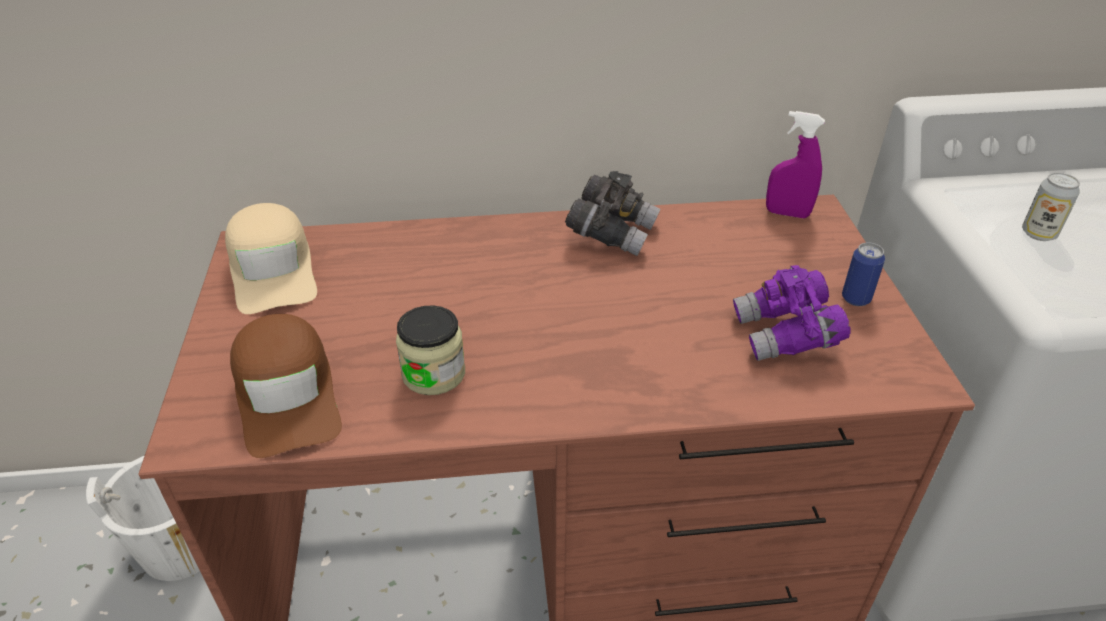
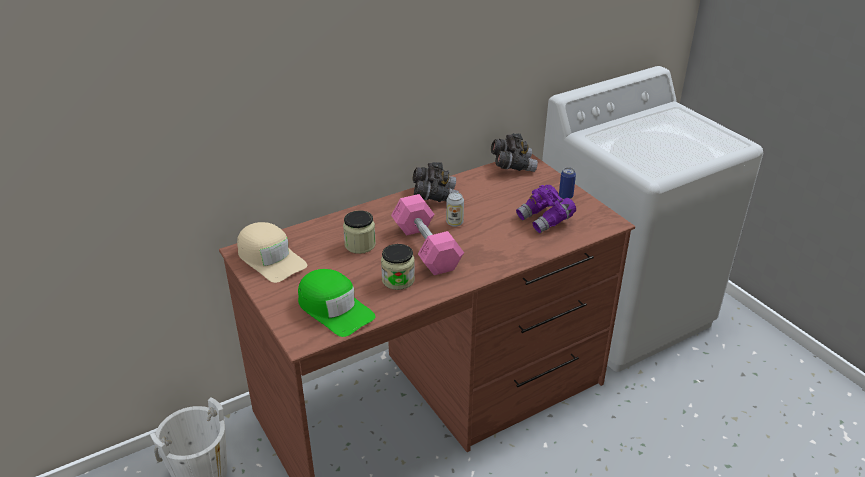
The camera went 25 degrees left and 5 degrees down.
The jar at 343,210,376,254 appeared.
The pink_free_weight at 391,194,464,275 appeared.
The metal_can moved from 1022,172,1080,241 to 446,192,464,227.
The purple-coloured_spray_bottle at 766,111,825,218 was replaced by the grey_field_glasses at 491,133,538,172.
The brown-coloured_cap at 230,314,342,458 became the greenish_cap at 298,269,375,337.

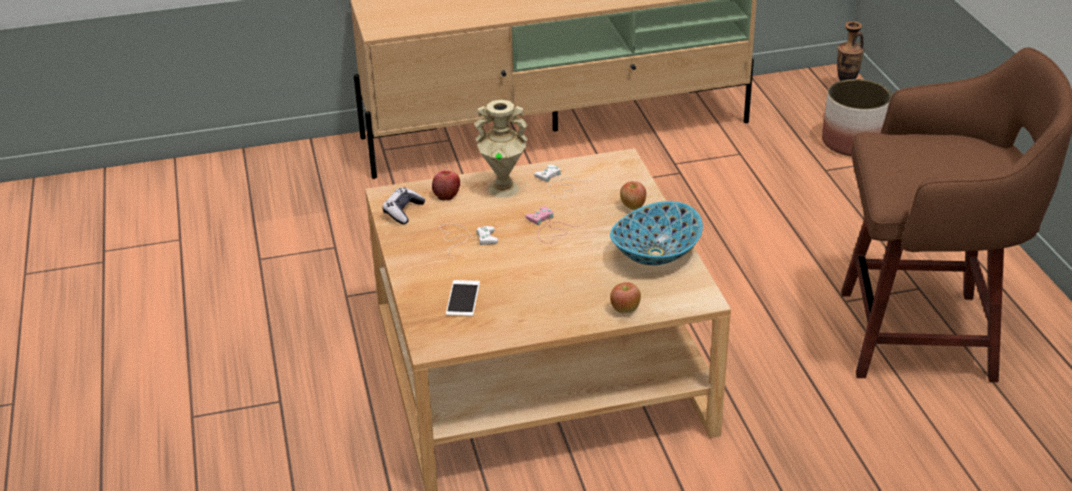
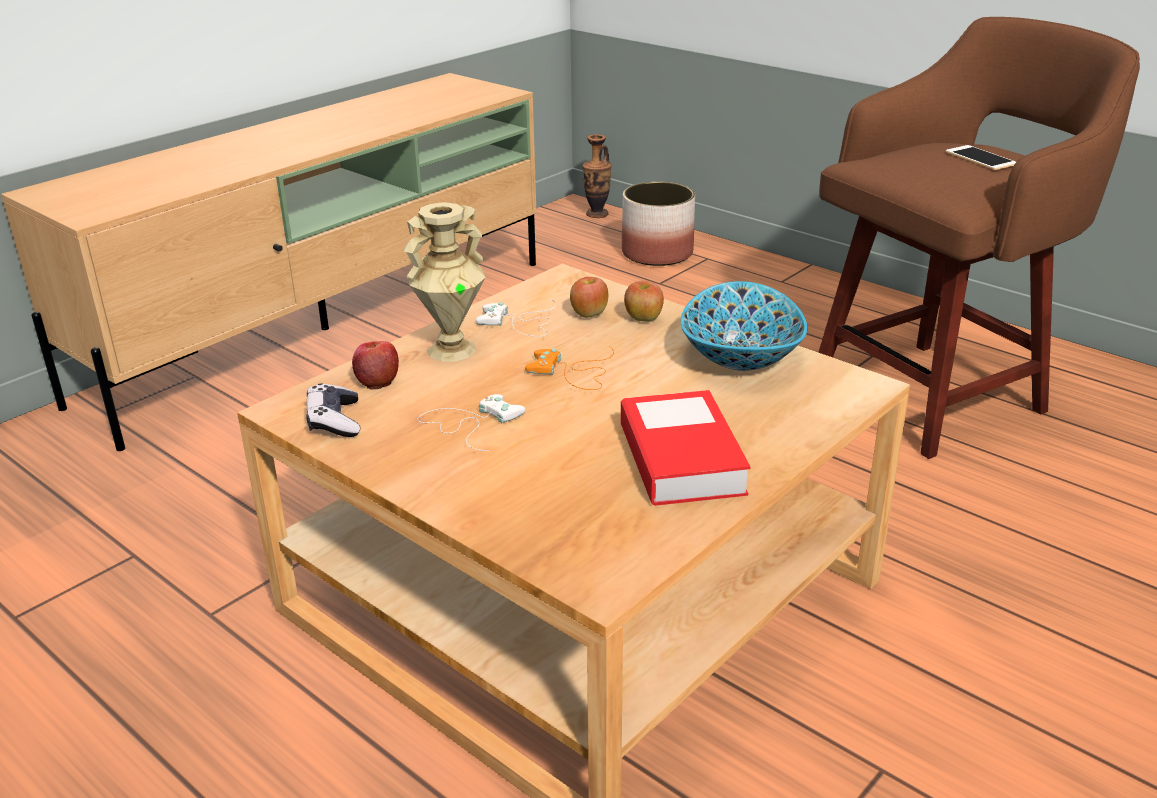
The camera went 35 degrees left and 5 degrees down.
The book at 621,390,751,506 appeared.
The phone moved from 446,280,480,317 to 946,145,1016,170.
The apple_fruit moved from 610,282,641,313 to 570,277,608,318.
The pink_game_controller at 525,206,587,244 became the orangey_game_controller at 525,346,614,390.

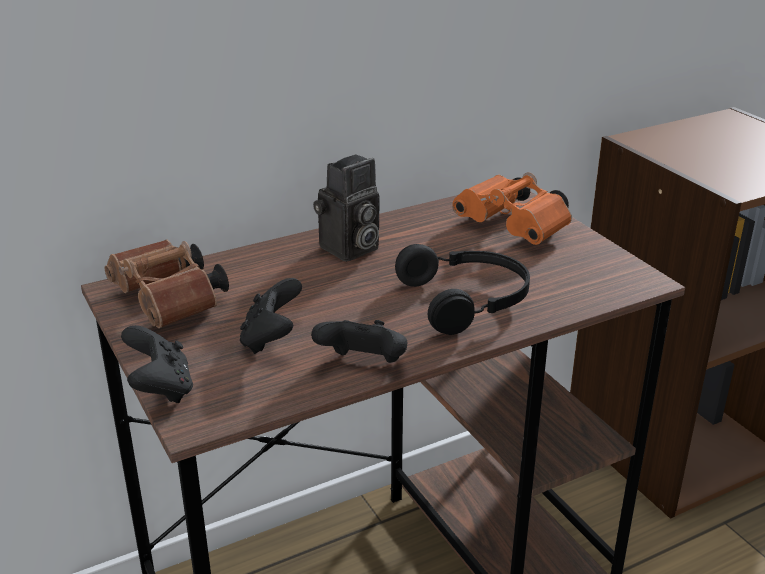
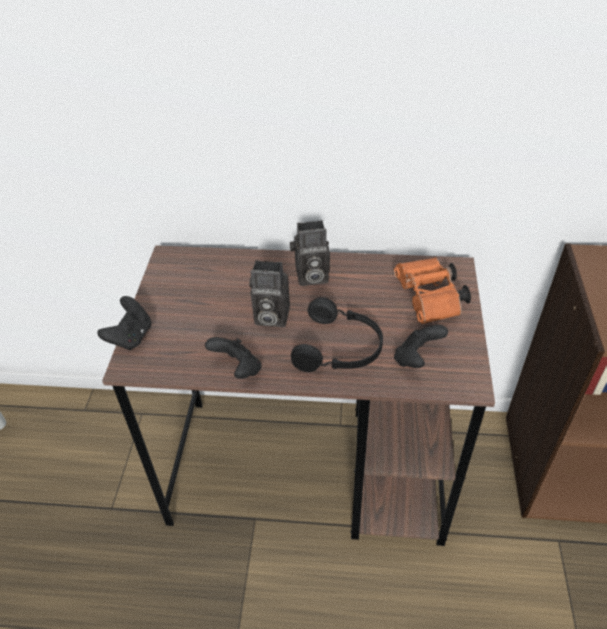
The camera went 35 degrees right and 15 degrees up.
The brown-coloured_field_glasses at 105,239,229,328 disappeared.
The photo_camera at 249,260,290,327 appeared.
The black_game_controller moved from 240,278,302,354 to 394,325,448,368.

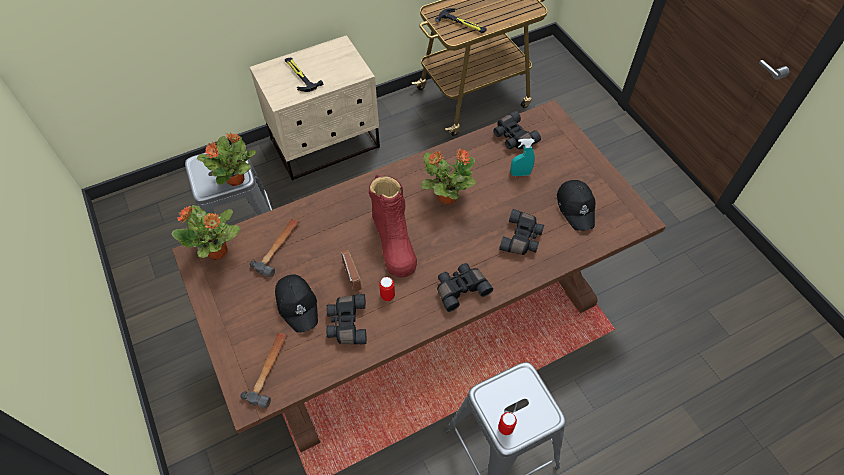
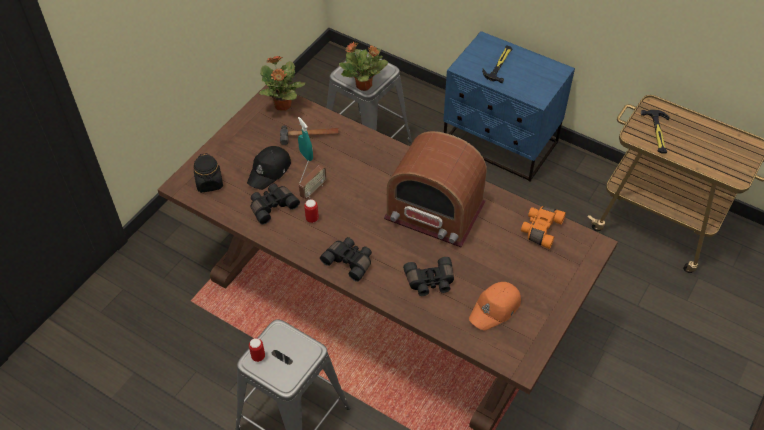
The camera went 60 degrees right and 5 degrees down.
The red_boot at 369,175,417,278 disappeared.
The blue-green_spray_bottle moved from 510,139,535,176 to 298,117,313,161.
The tool_hammer at 240,333,287,408 was replaced by the black_jar at 193,153,223,192.
The houseplant at 421,149,476,204 was replaced by the radio_receiver at 384,131,487,247.
The beige_bedside_table at 250,35,380,181 became the blue-coloured_bedside_table at 443,31,575,182.
The black_field_glasses at 493,111,541,149 became the orangey_field_glasses at 521,206,566,249.
The black_cap at 557,180,596,231 became the orangey_cap at 469,282,521,331.

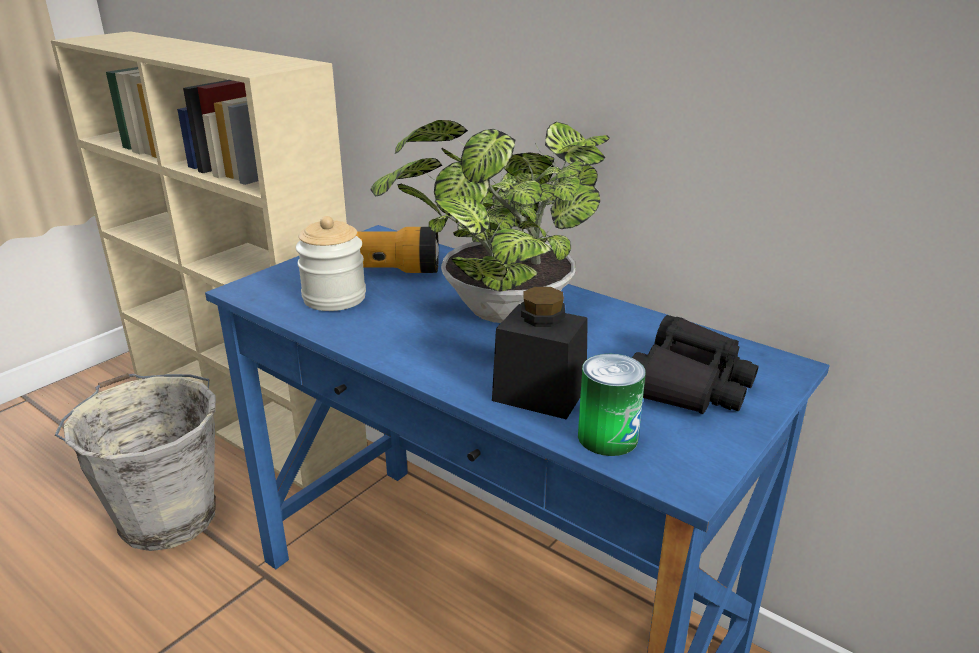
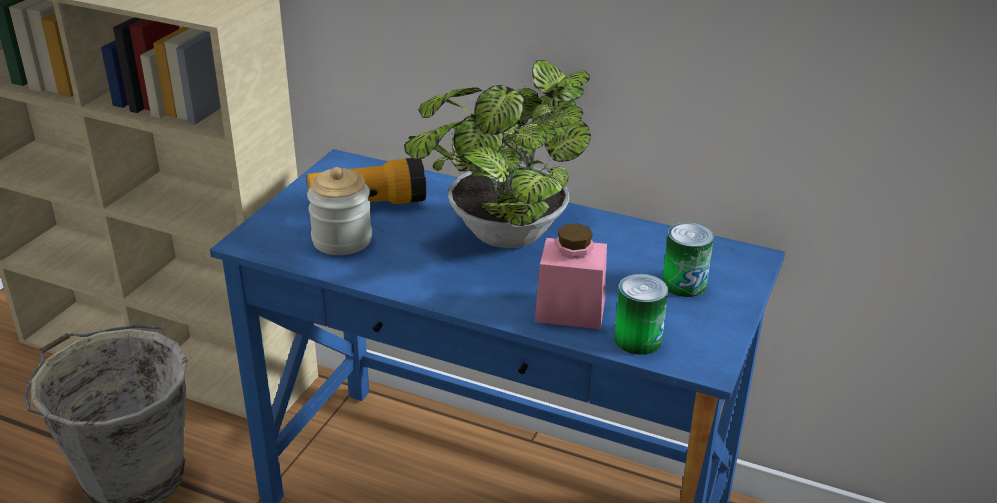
The camera went 15 degrees left and 5 degrees up.
The black_field_glasses at 632,315,759,414 was replaced by the metal_can at 663,222,714,297.
The black_jar at 492,287,588,420 became the pink_jar at 535,223,607,329.

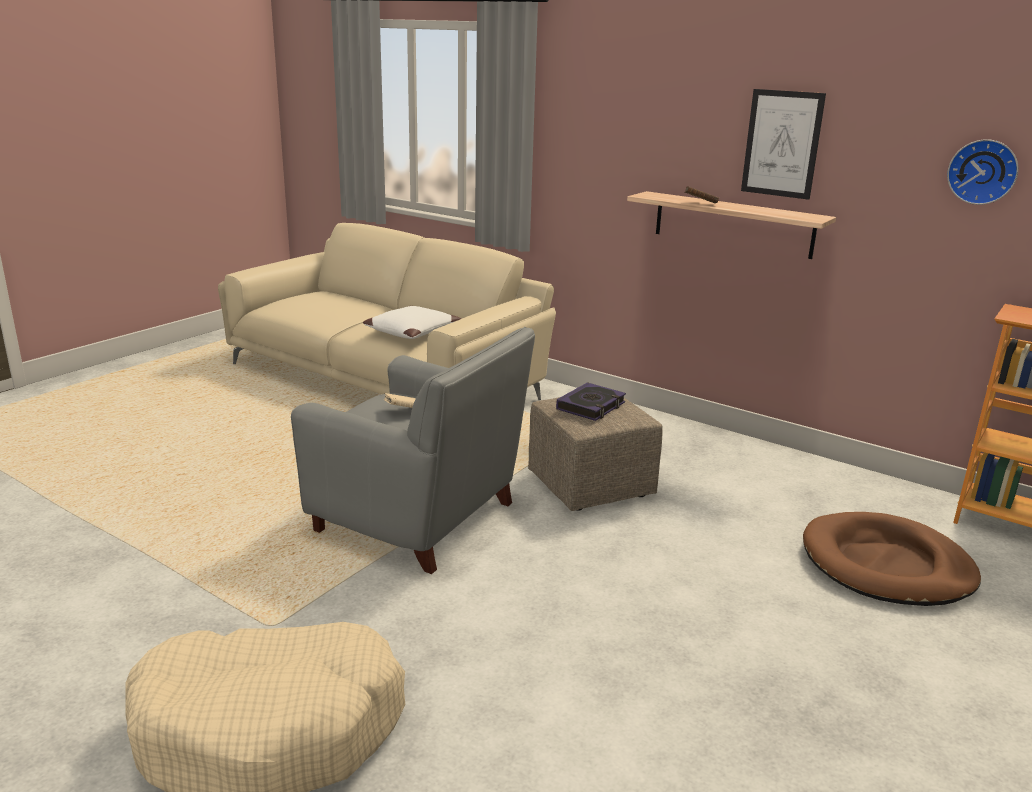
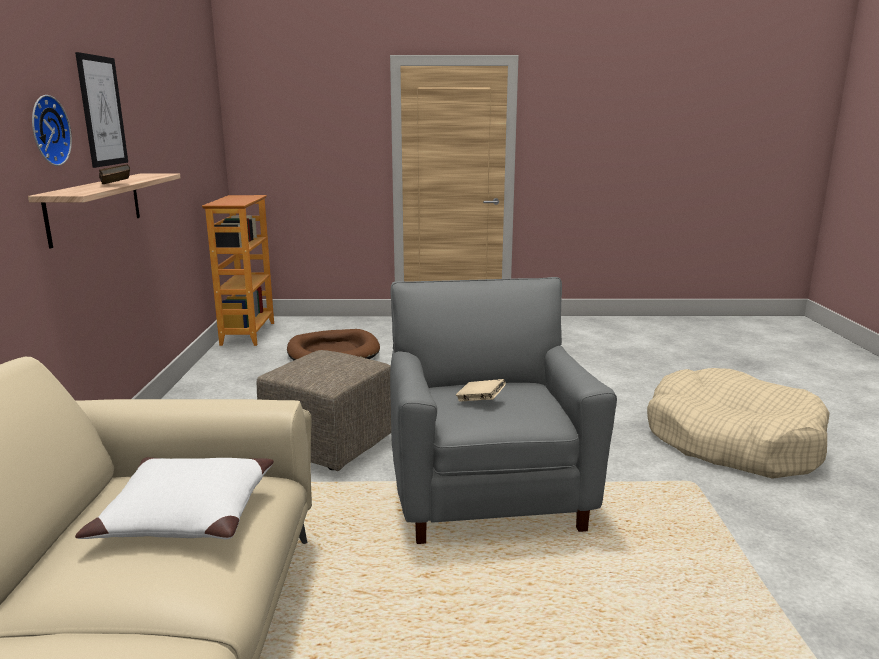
The camera went 125 degrees left and 5 degrees down.
The book at 556,382,626,421 disappeared.
The hanging_clock moved from 947,139,1018,205 to 32,95,72,166.

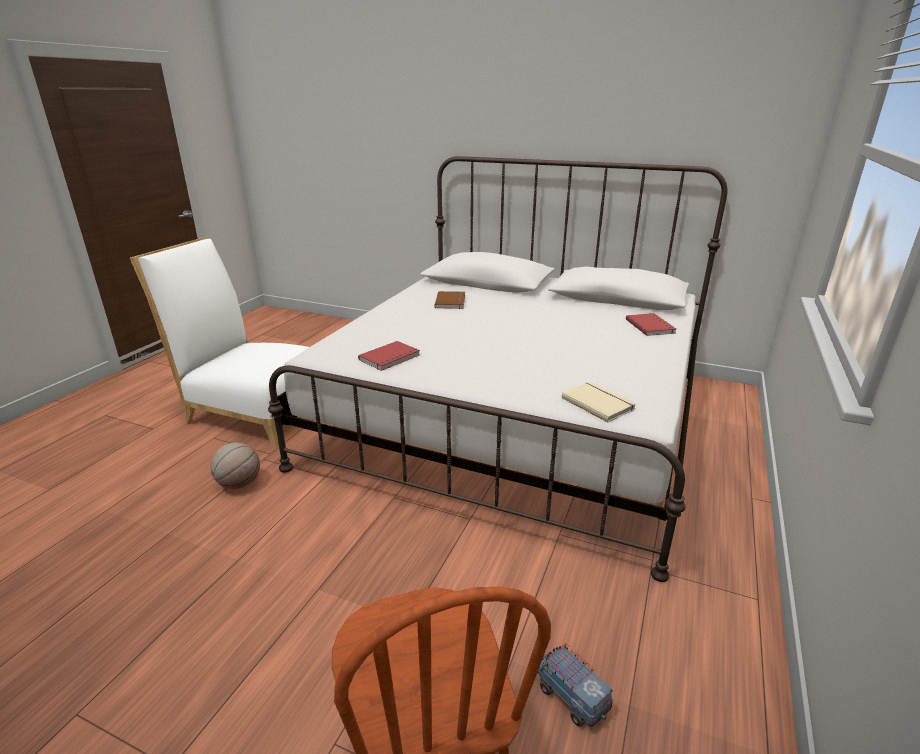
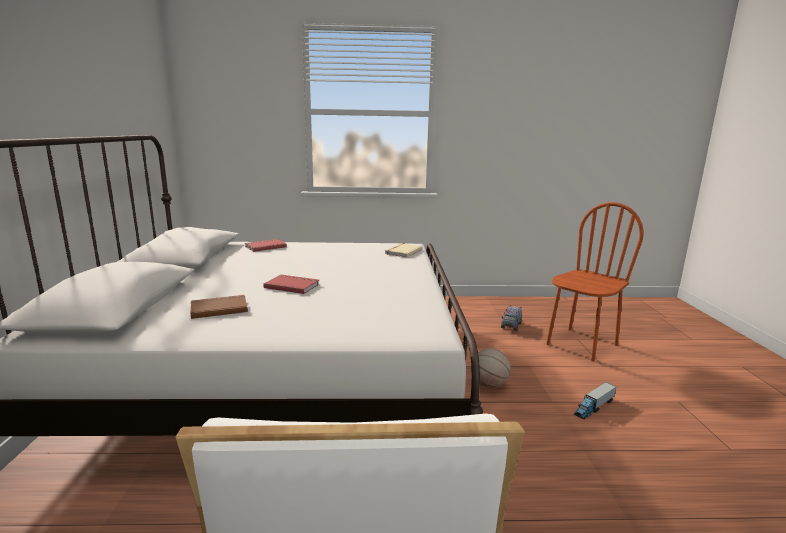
The camera went 115 degrees left and 10 degrees down.
The toy_truck at 574,382,617,419 appeared.
The basketball_ball moved from 211,442,260,489 to 471,348,511,388.
The red_book moved from 358,341,420,371 to 263,275,319,294.

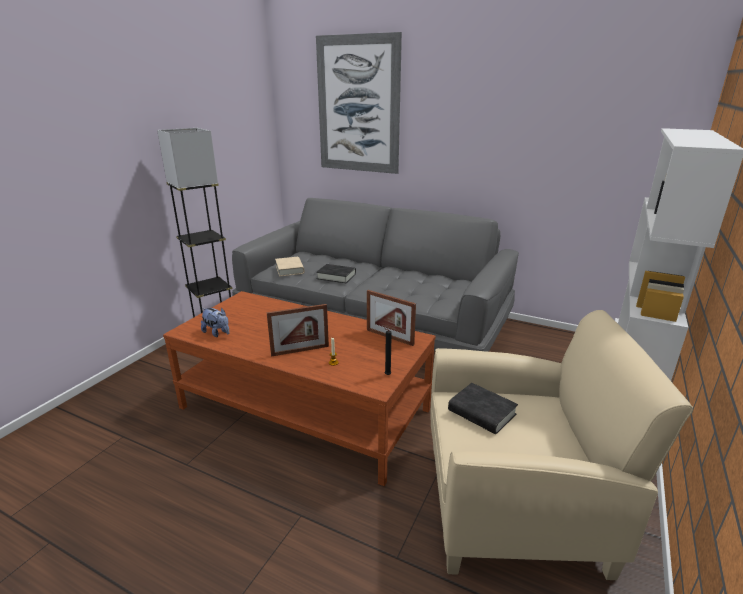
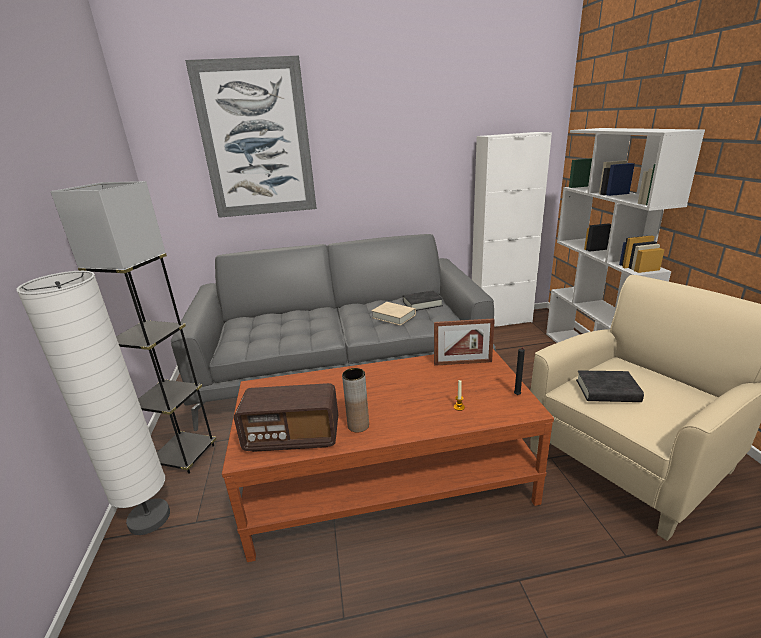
The camera went 35 degrees left and 0 degrees up.
The standing_frame at 267,304,329,357 disappeared.
The whitish_standing_lamp at 16,271,170,535 appeared.
The brown-coloured_flower_vase at 342,368,369,433 appeared.
The whitish_cupboard at 472,132,552,327 appeared.
The beige_book moved from 275,257,304,276 to 372,302,416,326.
The black_book moved from 316,264,356,283 to 403,290,443,311.
The cuddly_toy at 201,308,229,337 was replaced by the radio_receiver at 234,383,338,452.

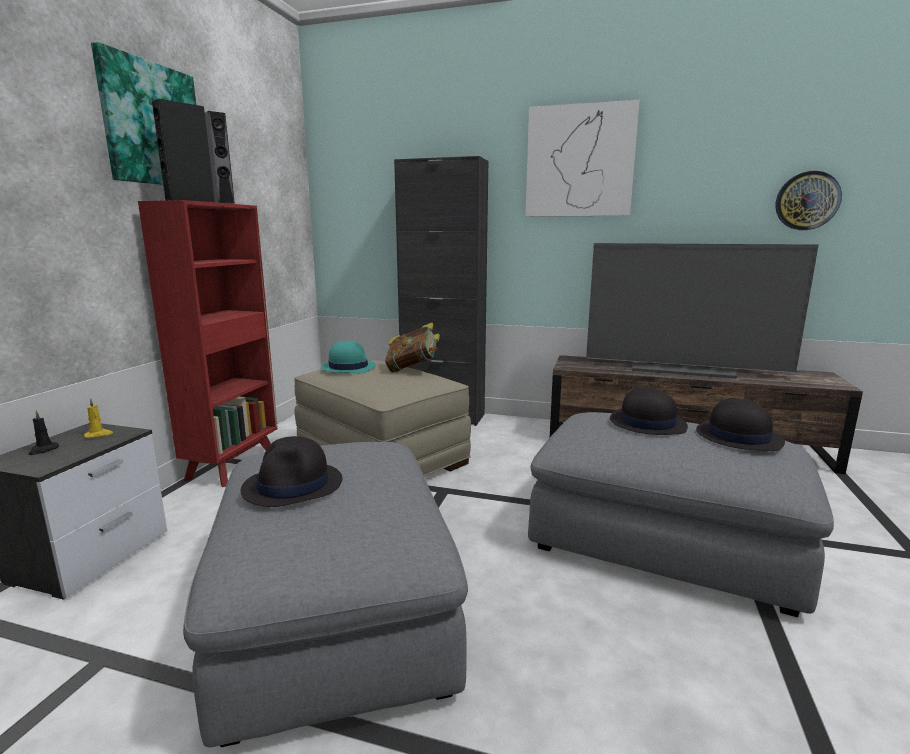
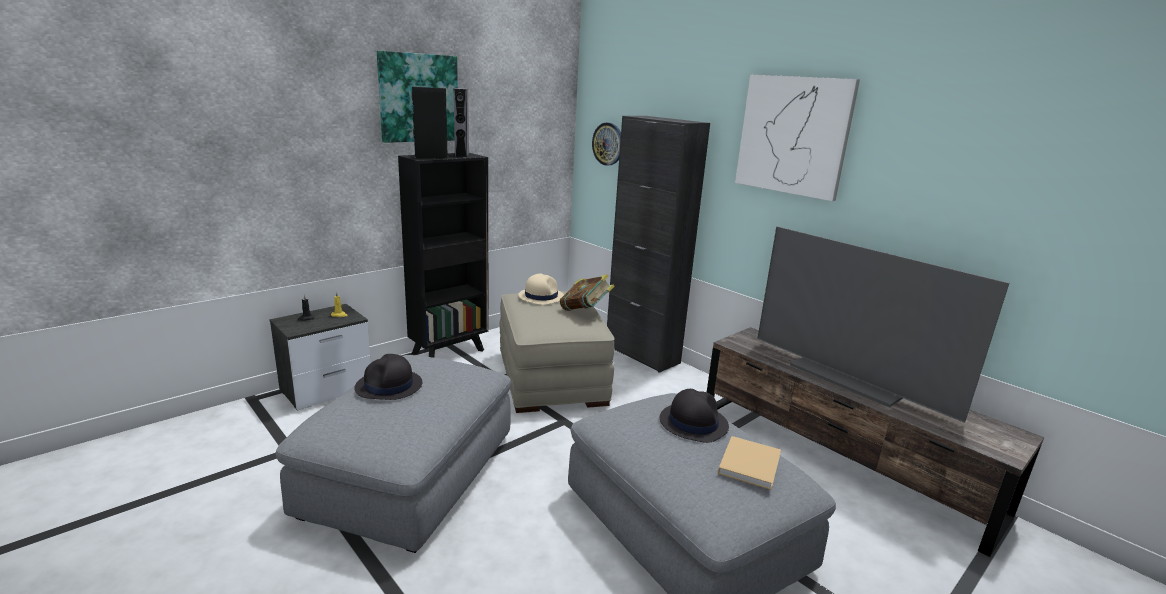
The camera went 30 degrees right and 5 degrees up.
The hanging_clock moved from 775,171,842,230 to 592,123,621,166.
The black_clothing_hat at 696,398,785,451 was replaced by the beige_book at 718,436,781,490.
The red_bookshelf at 138,200,278,487 became the black_bookshelf at 398,153,488,358.
The blue-green_clothing_hat at 321,341,376,373 became the beige_clothing_hat at 518,273,564,305.

